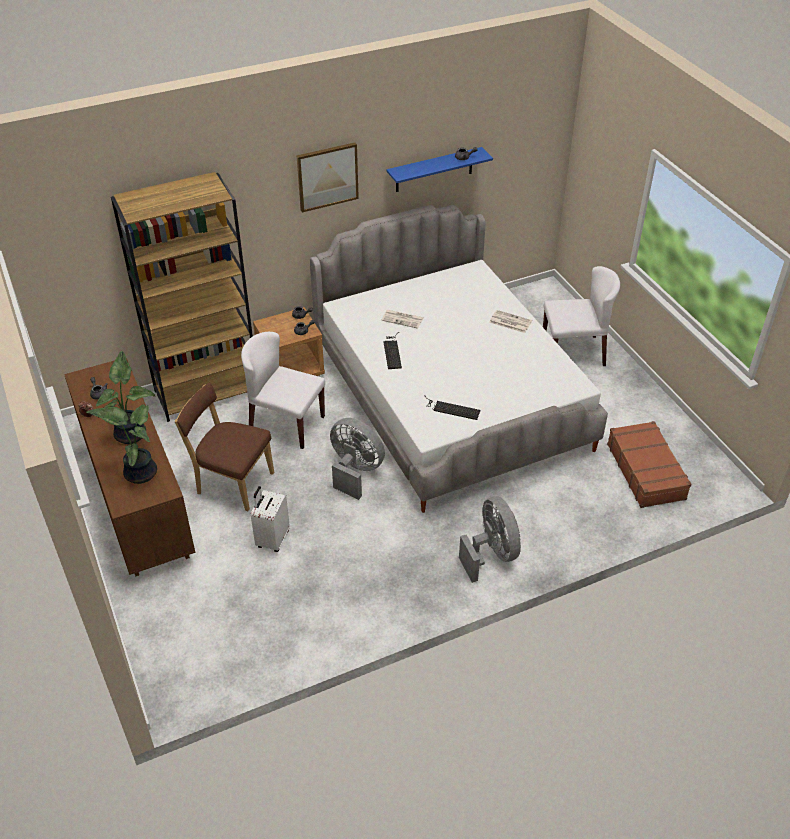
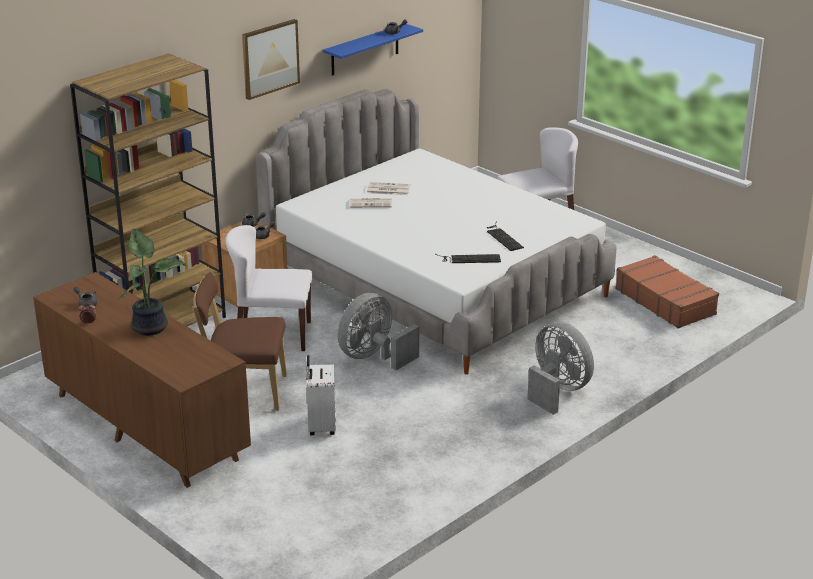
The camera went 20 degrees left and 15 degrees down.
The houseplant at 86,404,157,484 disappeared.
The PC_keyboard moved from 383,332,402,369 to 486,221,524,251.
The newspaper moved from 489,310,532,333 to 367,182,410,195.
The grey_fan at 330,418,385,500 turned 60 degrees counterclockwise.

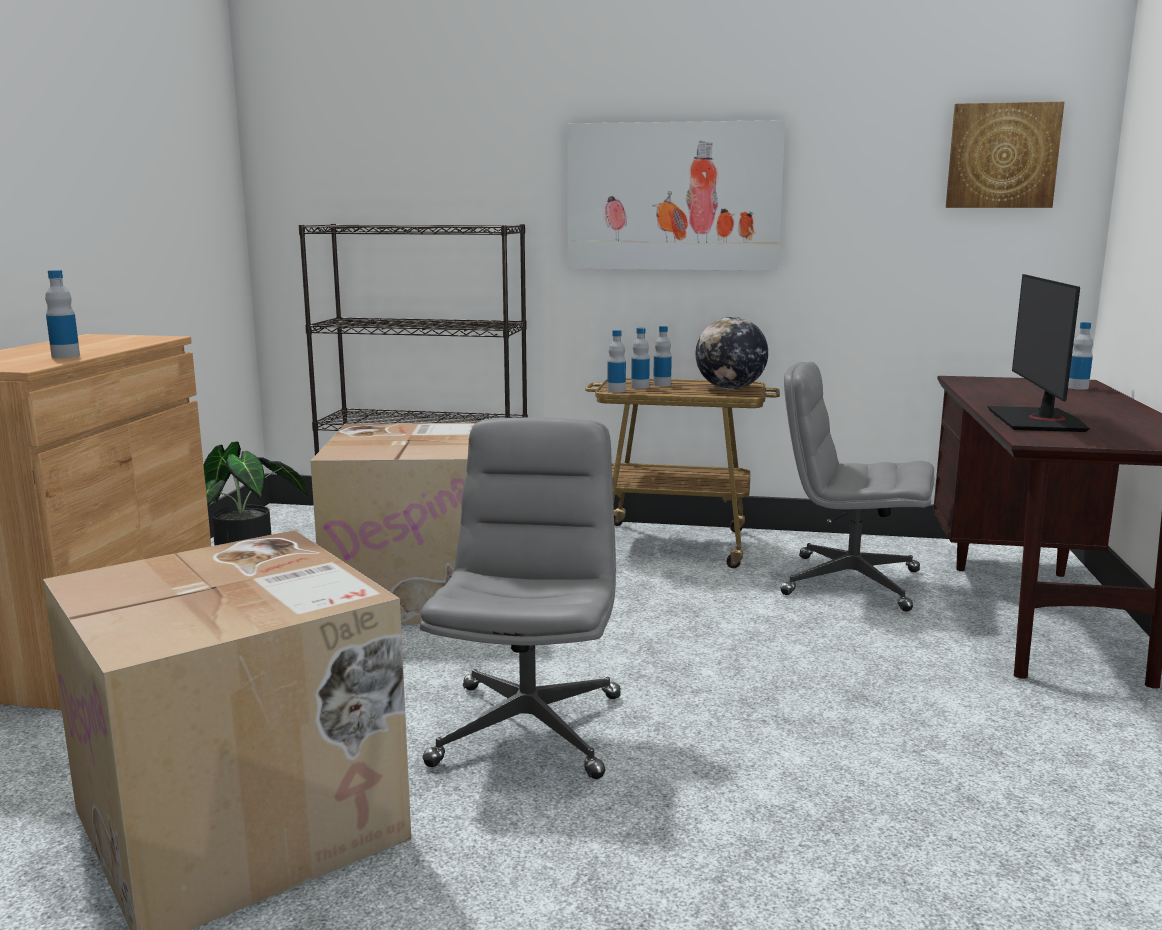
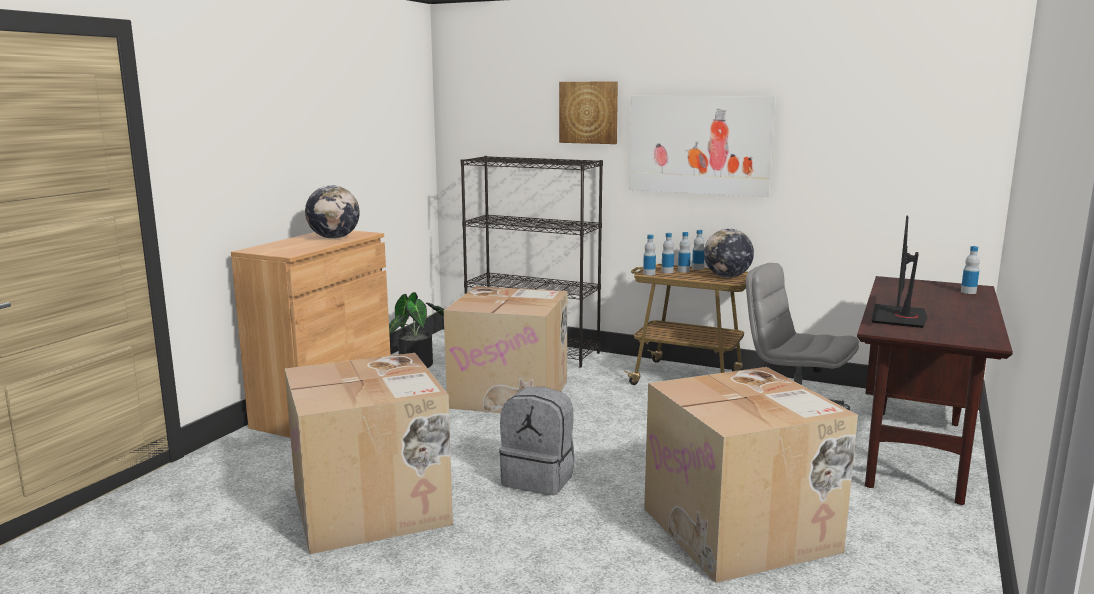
The camera went 15 degrees right and 0 degrees up.
The world_globe at 305,185,360,239 appeared.
The carton at 644,367,858,583 appeared.
The beverage_bottle moved from 45,270,80,358 to 692,230,705,270.
The wall_art moved from 946,102,1065,208 to 559,81,618,144.
The grey_office_chair at 420,417,621,779 was replaced by the grey_knapsack at 499,387,574,495.

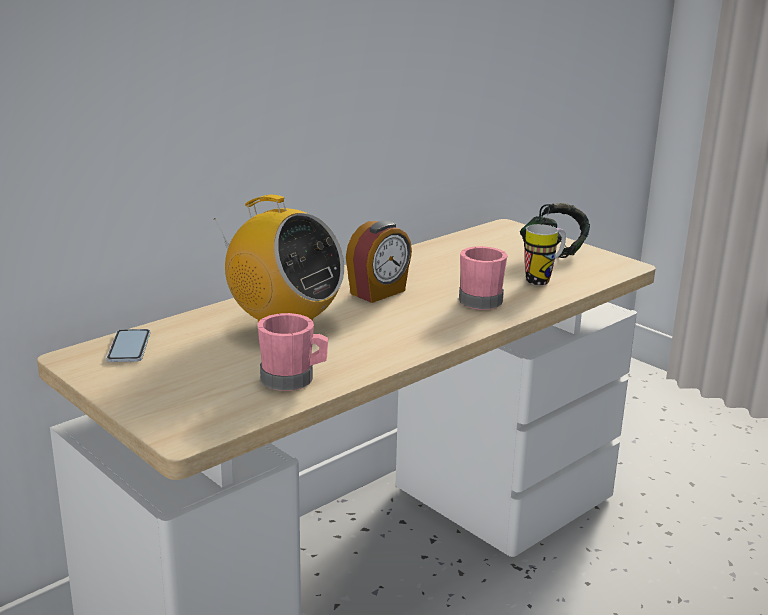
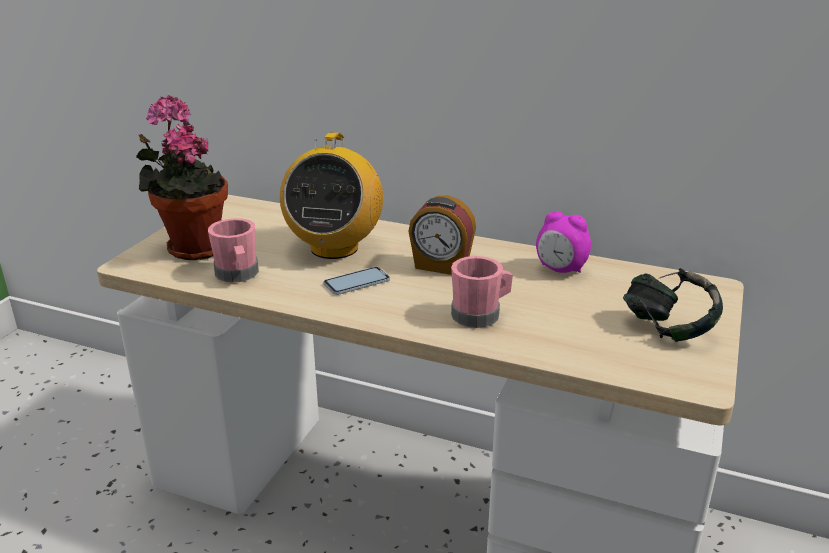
The camera went 65 degrees right and 5 degrees up.
The tea_mug at 525,224,566,285 disappeared.
The houseplant at 136,95,228,260 appeared.
The alarm_clock at 536,211,591,273 appeared.
The phone moved from 106,329,150,362 to 323,267,390,295.

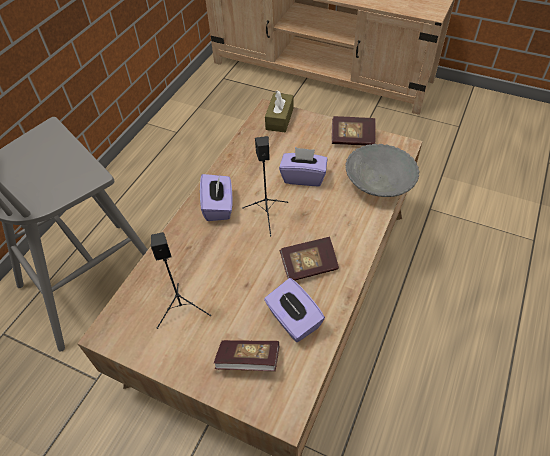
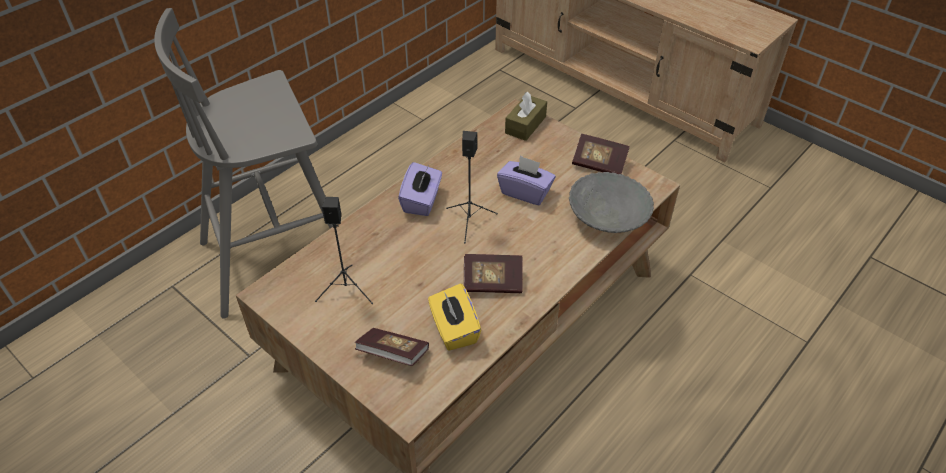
The camera went 15 degrees right and 5 degrees down.
The purple-coloured_tissue_holder at 264,278,325,342 became the yellow-coloured_tissue_holder at 428,283,481,351.

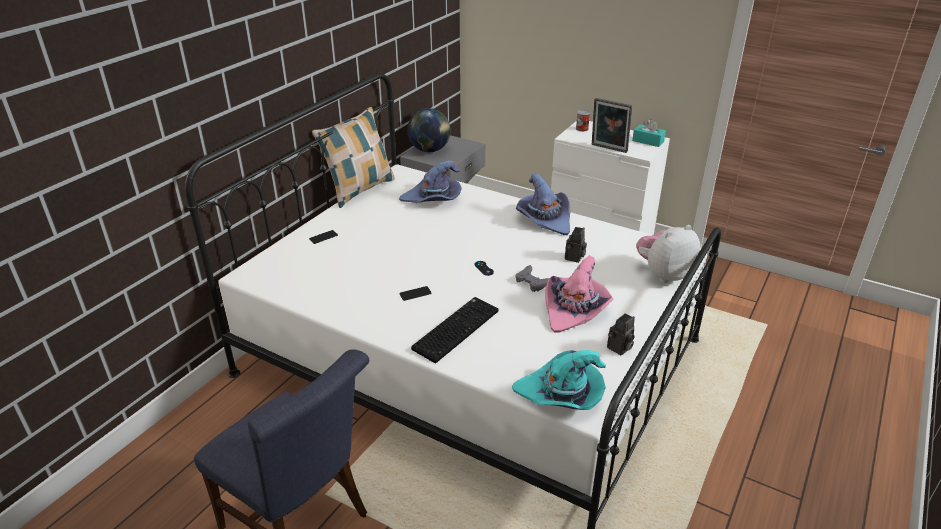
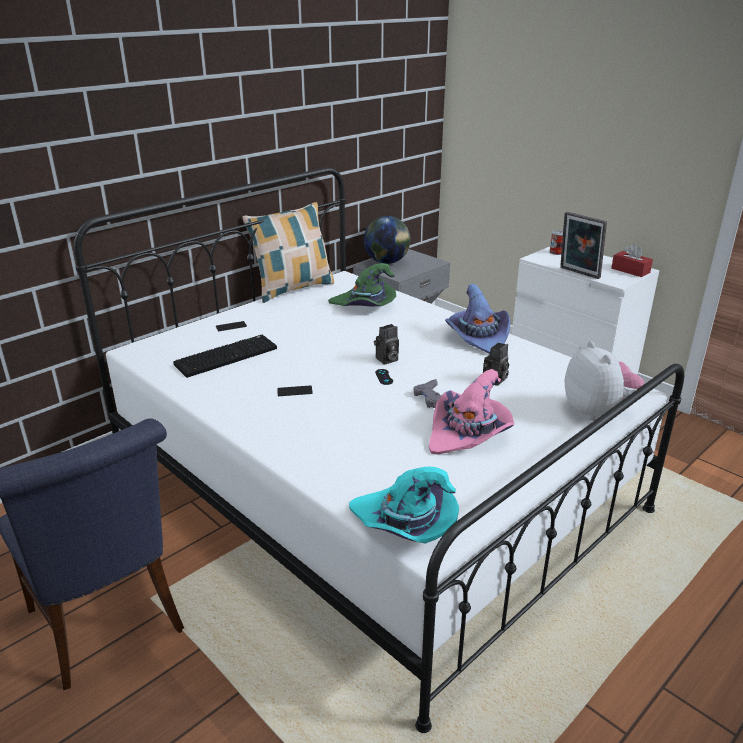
The camera went 15 degrees right and 5 degrees down.
The PC_keyboard moved from 411,297,498,363 to 173,335,277,378.
The photo_camera moved from 607,313,635,355 to 374,324,399,364.
The purple-coloured_clothing_hat at 399,161,462,203 became the greenish_clothing_hat at 328,263,396,306.
The blue-green_tissue_holder at 632,119,666,147 became the red_tissue_holder at 611,244,653,277.
The cuddly_toy at 636,225,701,283 turned 90 degrees clockwise.

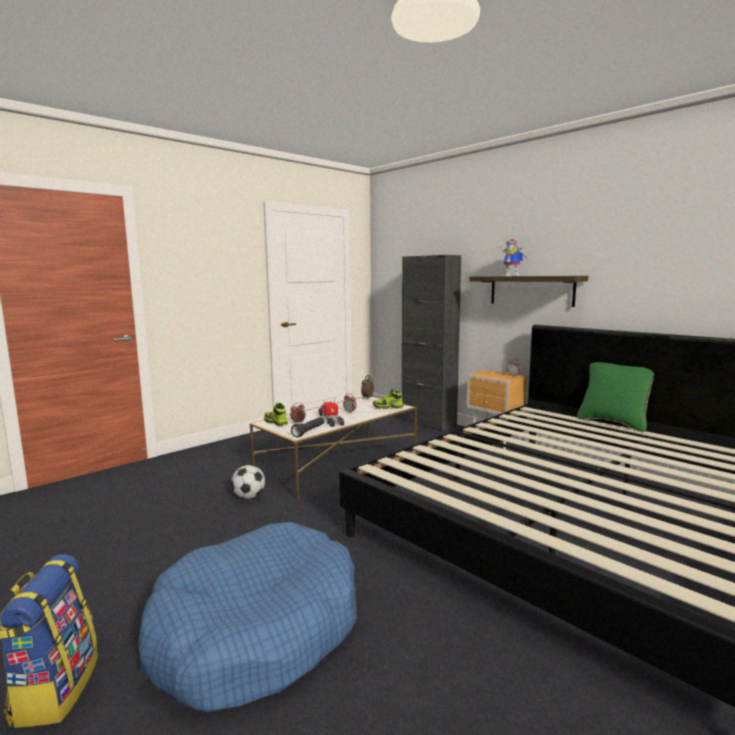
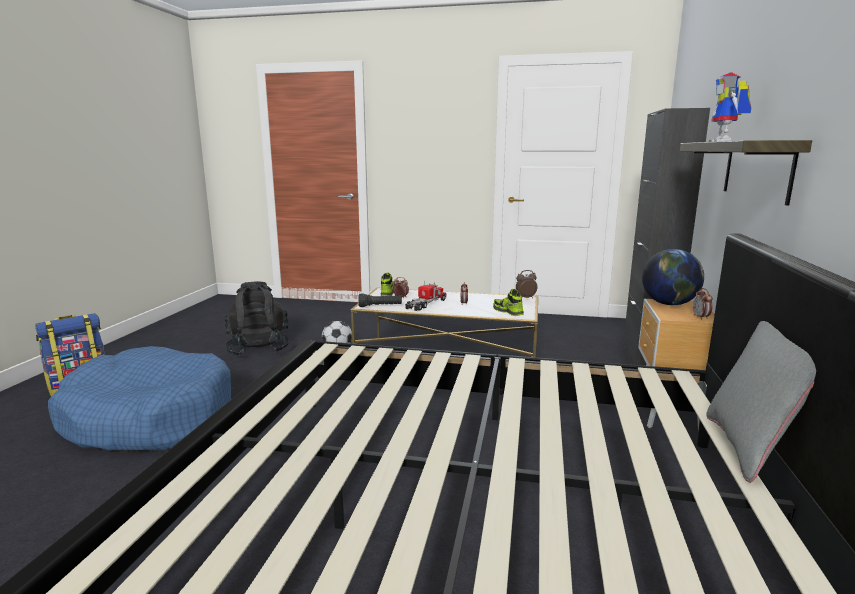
The camera went 55 degrees right and 5 degrees up.
The black_knapsack at 224,281,289,356 appeared.
The world_globe at 642,249,704,305 appeared.
The greenish_throw_pillow at 577,362,654,432 became the grey_throw_pillow at 706,321,816,483.

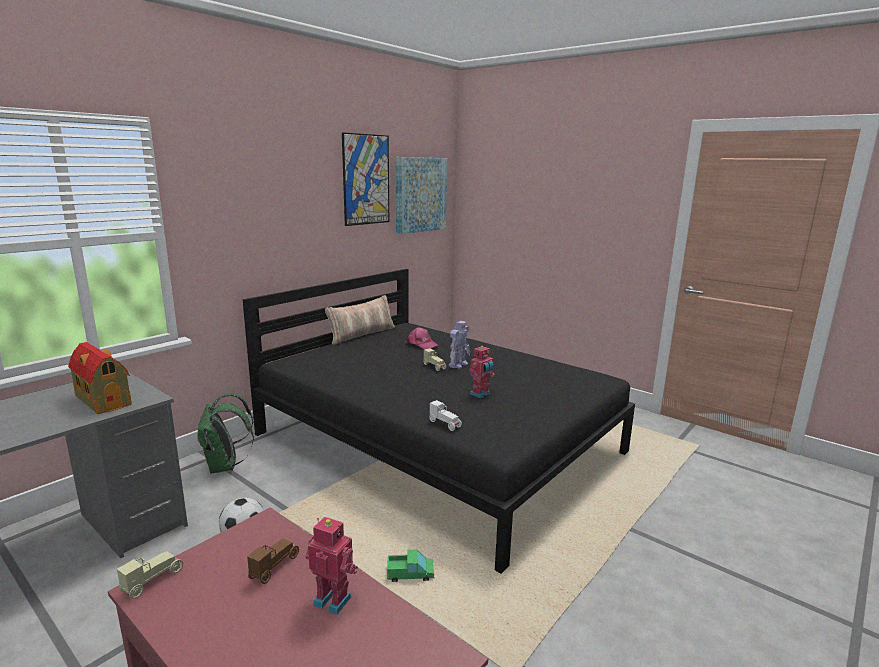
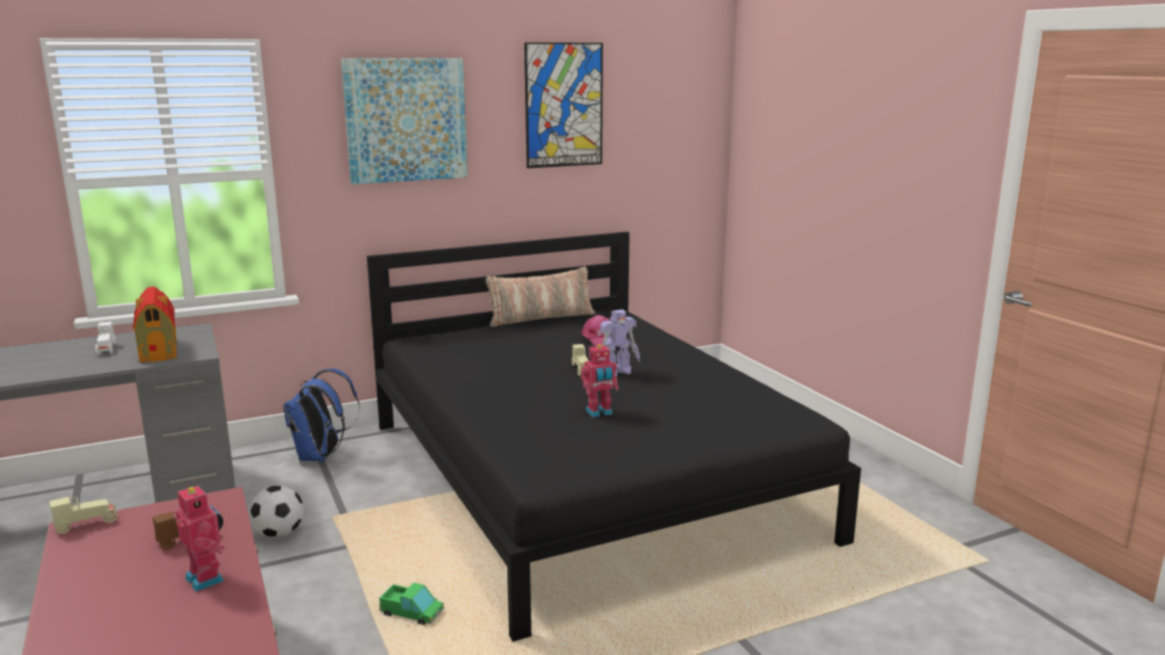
The camera went 25 degrees right and 0 degrees up.
The wall_art moved from 396,157,447,234 to 341,58,468,184.
The whitish_toy_car moved from 429,400,462,431 to 96,322,116,355.
The greenish_knapsack at 197,393,254,474 became the blue-coloured_knapsack at 283,369,360,461.

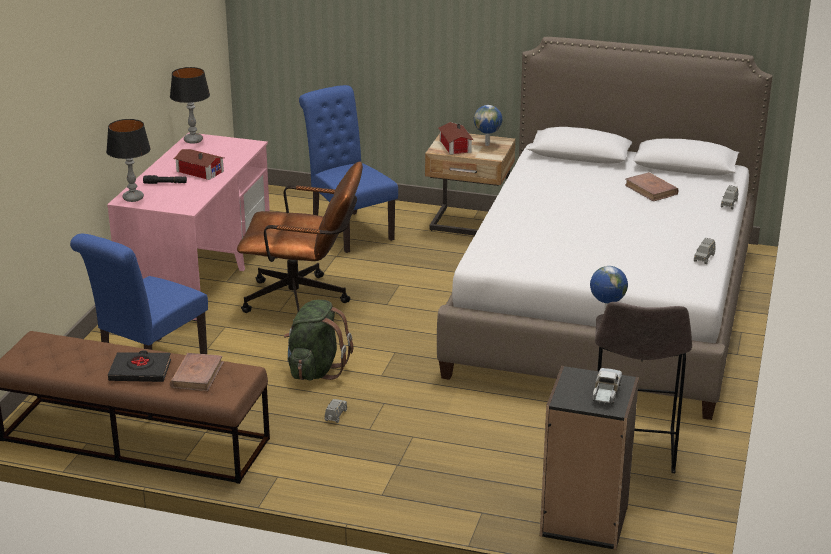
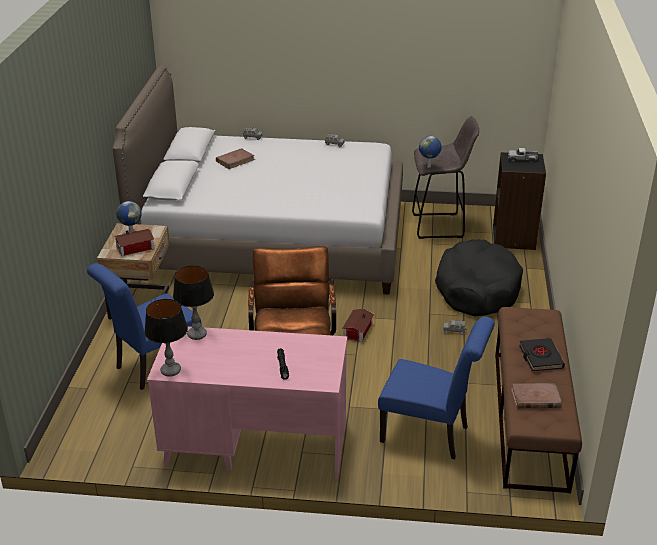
The camera went 100 degrees left and 5 degrees up.
The greenish_knapsack at 284,300,353,381 disappeared.
The black_dog_bed at 435,239,523,317 appeared.
The tabletop_lamp moved from 106,119,151,202 to 173,265,214,340.
The brown-coloured_book moved from 170,353,224,391 to 511,383,562,409.
The miniature_house moved from 174,149,224,180 to 342,309,374,342.

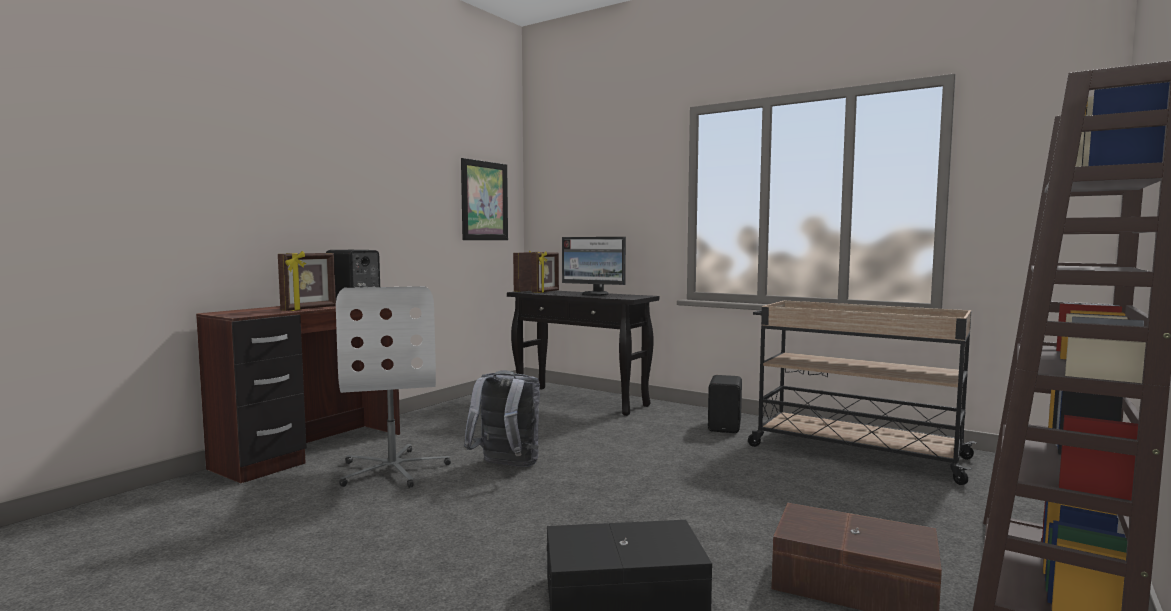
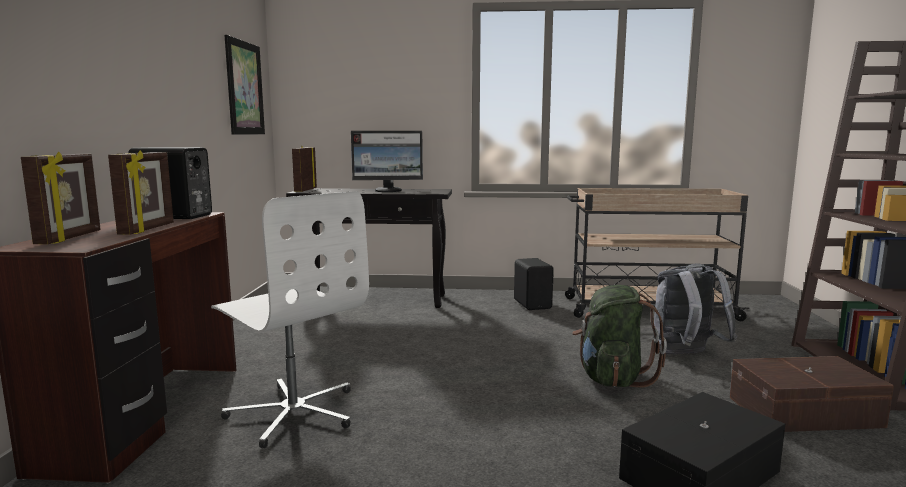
The camera went 30 degrees left and 5 degrees up.
The greenish_knapsack at 572,285,667,387 appeared.
The grey_knapsack moved from 463,371,540,467 to 654,263,737,355.
The standing_frame moved from 532,251,559,293 to 21,152,101,244.

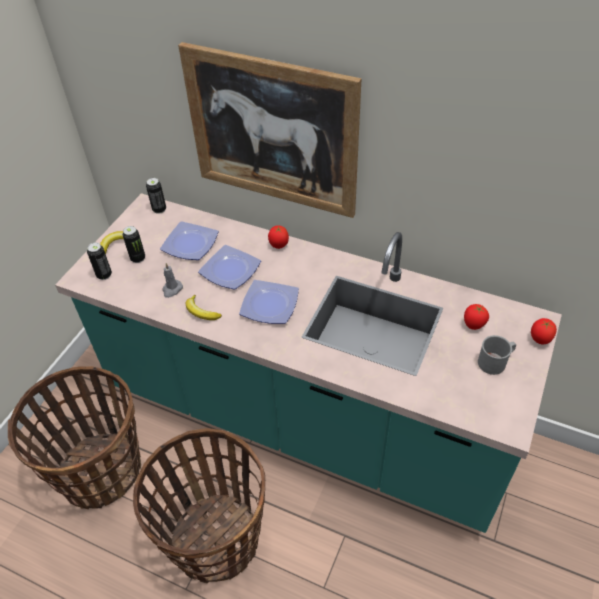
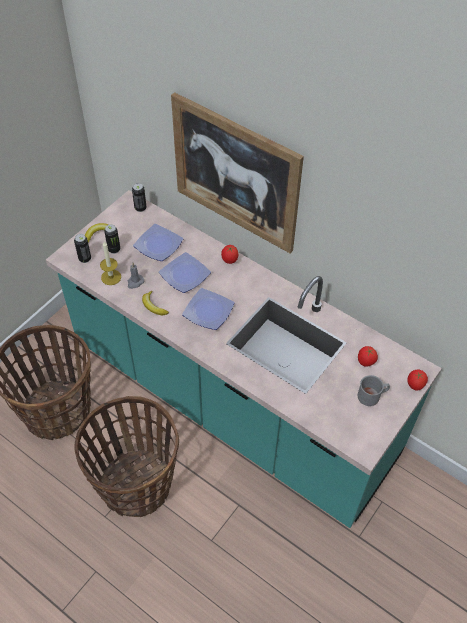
The camera went 10 degrees right and 5 degrees up.
The wax_light at 100,241,121,285 appeared.

